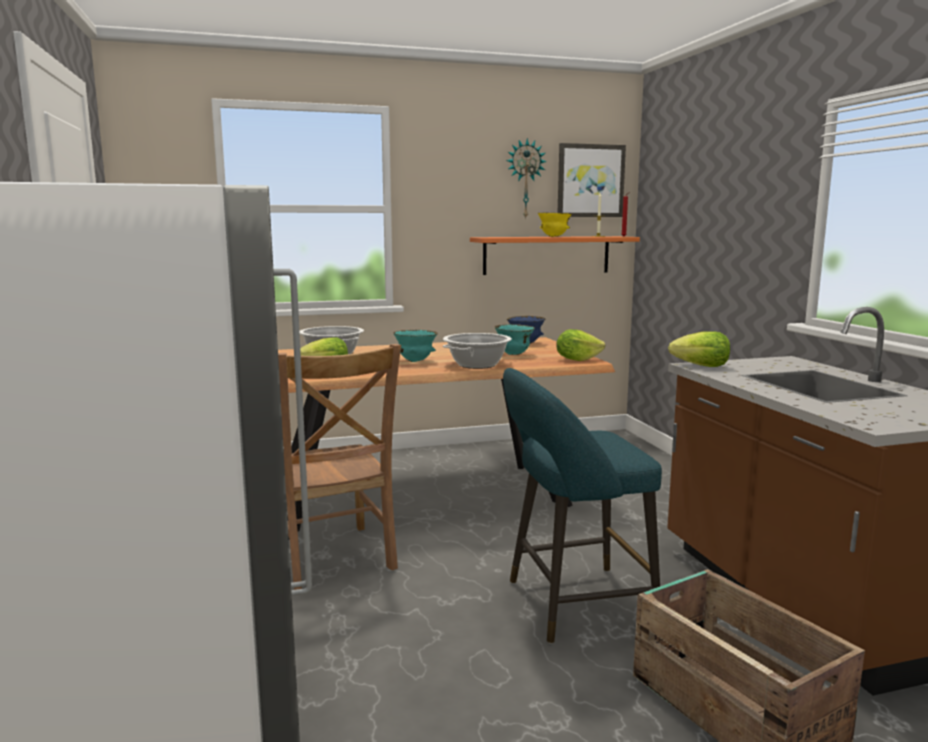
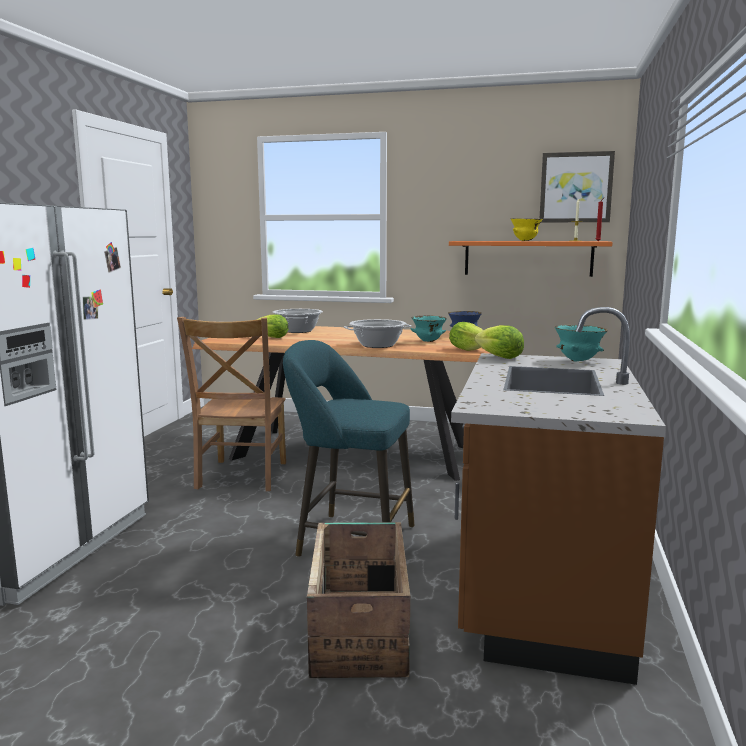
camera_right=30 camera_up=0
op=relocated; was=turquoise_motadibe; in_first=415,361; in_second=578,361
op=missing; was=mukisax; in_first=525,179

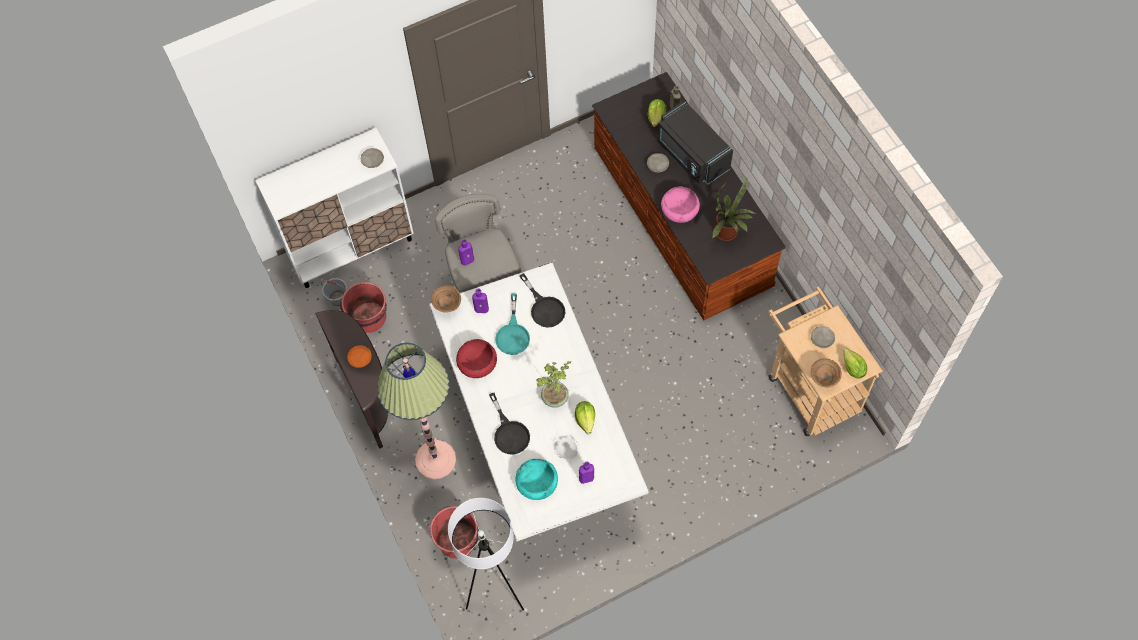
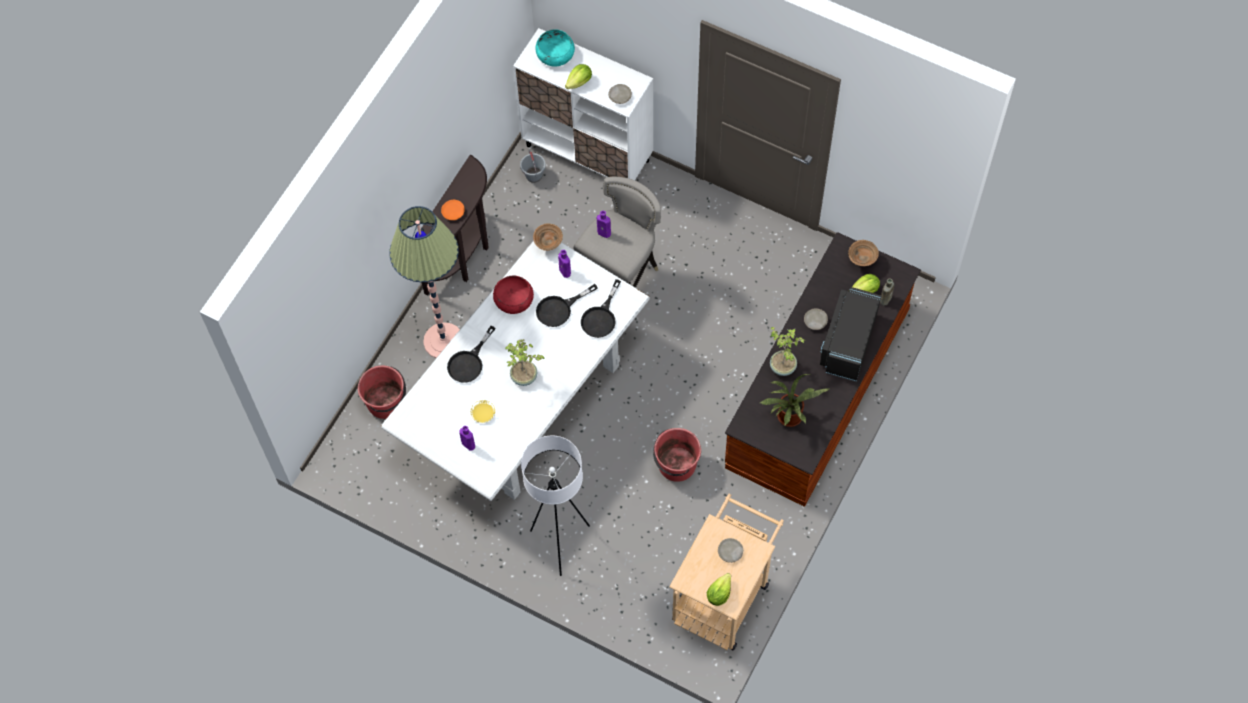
camera_right=55 camera_up=0
op=colour; was=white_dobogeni; now=yellow_dobogeni; in_first=567,450; in_second=483,414
op=relocated; was=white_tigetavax; in_first=495,591; in_second=561,543
op=relocated; was=turquoise_motadibe; in_first=537,482; in_second=555,54
op=colour; was=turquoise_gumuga; now=black_gumuga; in_first=513,334; in_second=559,309
op=relocated; was=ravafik; in_first=585,419; in_second=579,82
op=relocated; was=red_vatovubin; in_first=368,318; in_second=676,465
op=exchanged; was=pink_motadibe; now=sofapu; in_first=680,210; in_second=783,366
op=relocated; was=brown_motadibe; in_first=823,380; in_second=862,261

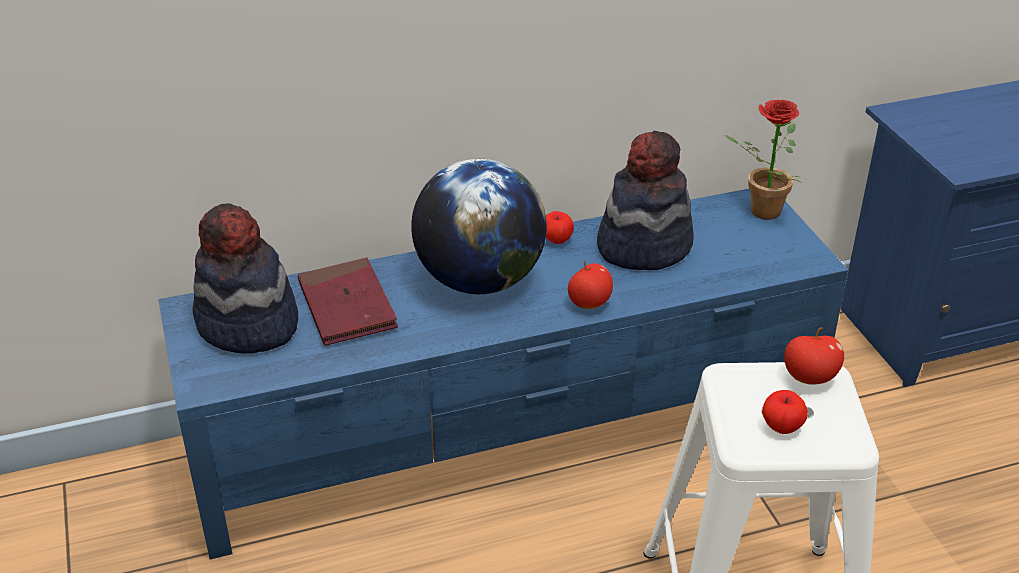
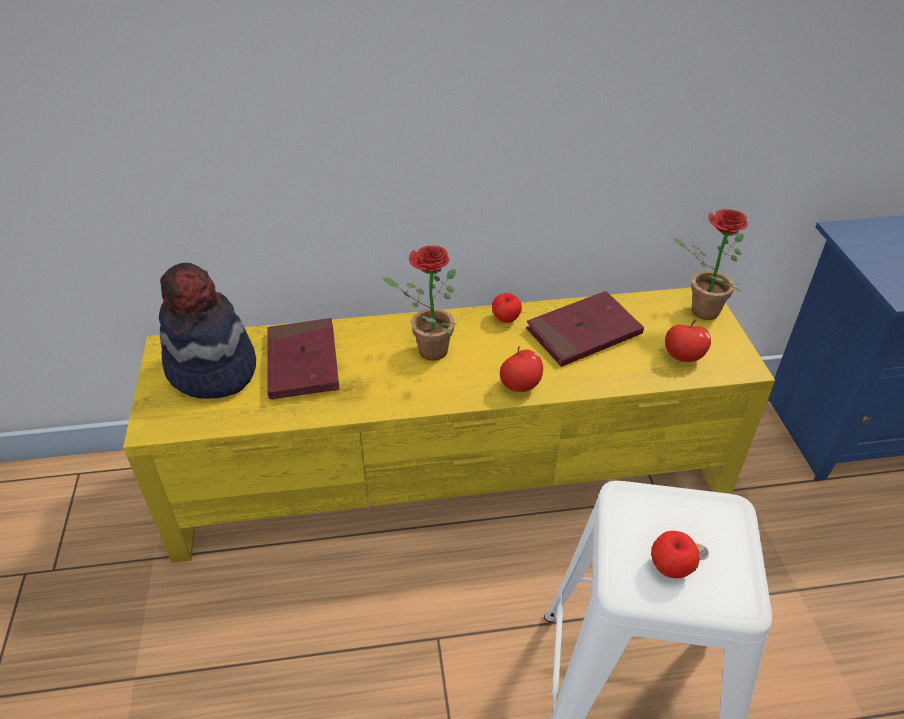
camera_right=10 camera_up=5
op=colour; was=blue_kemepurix; now=yellow_kemepurix; in_first=512,428; in_second=454,474
op=exchanged; was=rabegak; now=sofapu; in_first=479,281; in_second=426,351
op=exchanged; was=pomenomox; now=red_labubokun; in_first=643,245; in_second=583,333
op=relocated; was=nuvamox; in_first=809,378; in_second=683,357

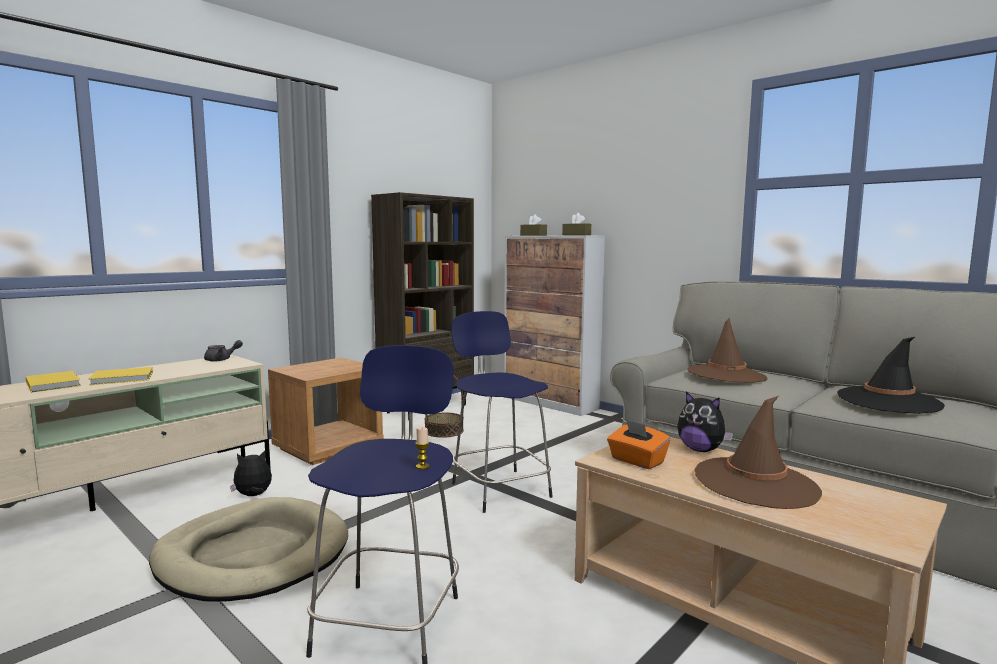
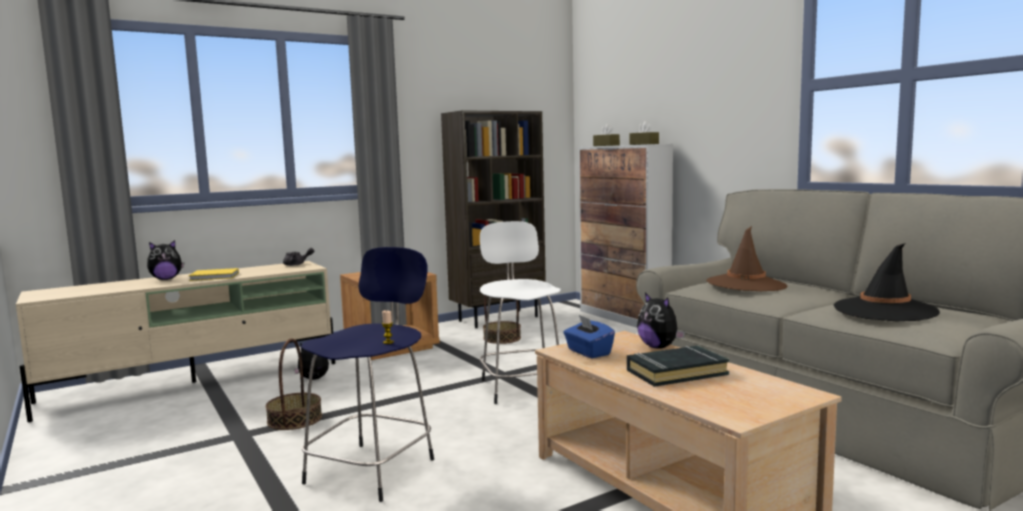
camera_right=15 camera_up=0
op=exchanged; was=yellow_labubokun; now=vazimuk; in_first=54,384; in_second=166,279
op=exchanged; was=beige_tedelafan; now=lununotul; in_first=253,555; in_second=294,419
op=colour; was=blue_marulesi; now=white_marulesi; in_first=499,488; in_second=521,387
op=colour; was=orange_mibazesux; now=blue_mibazesux; in_first=637,461; in_second=588,352
op=exchanged; was=brown_pomenomox; now=black_labubokun; in_first=756,483; in_second=676,372

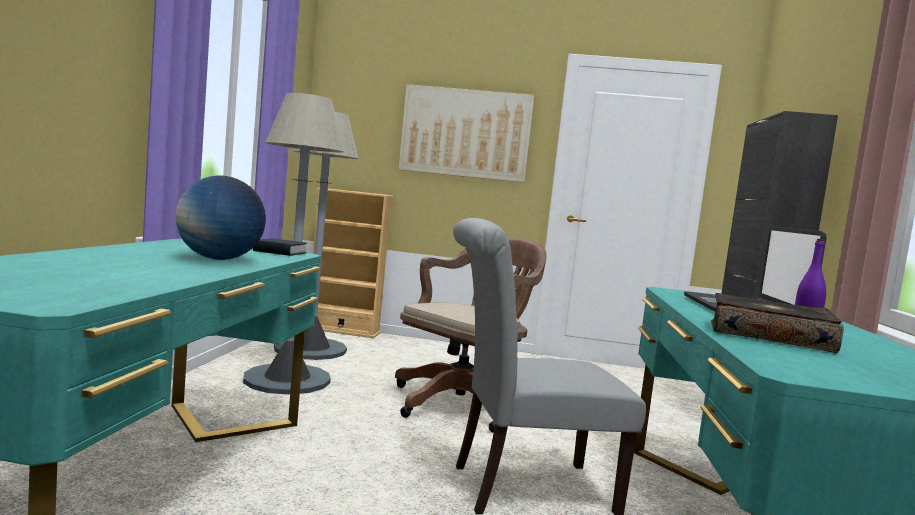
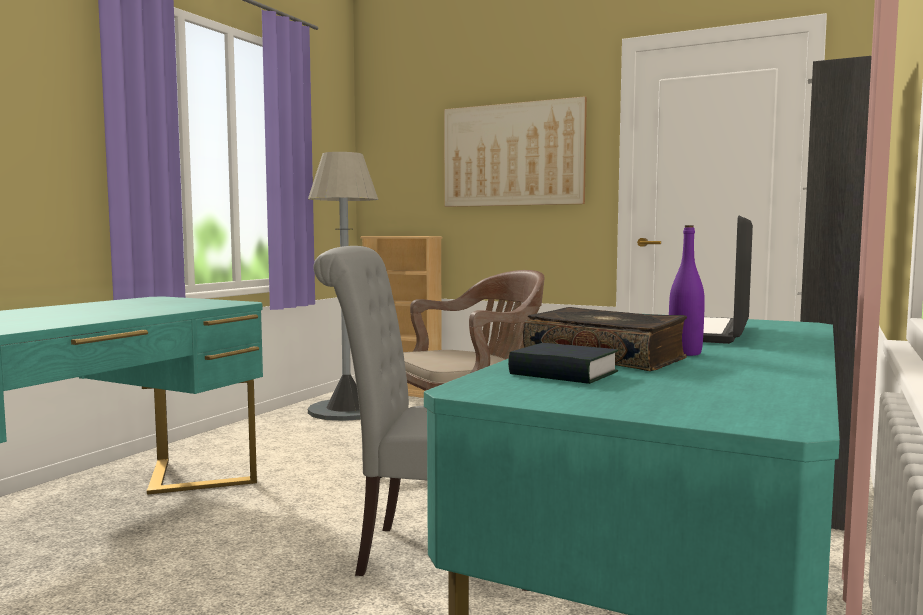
camera_right=20 camera_up=0
op=relocated; was=labubokun; in_first=279,252; in_second=563,374
op=missing; was=rabegak; in_first=219,259
op=missing; was=grey_tigetavax; in_first=287,379

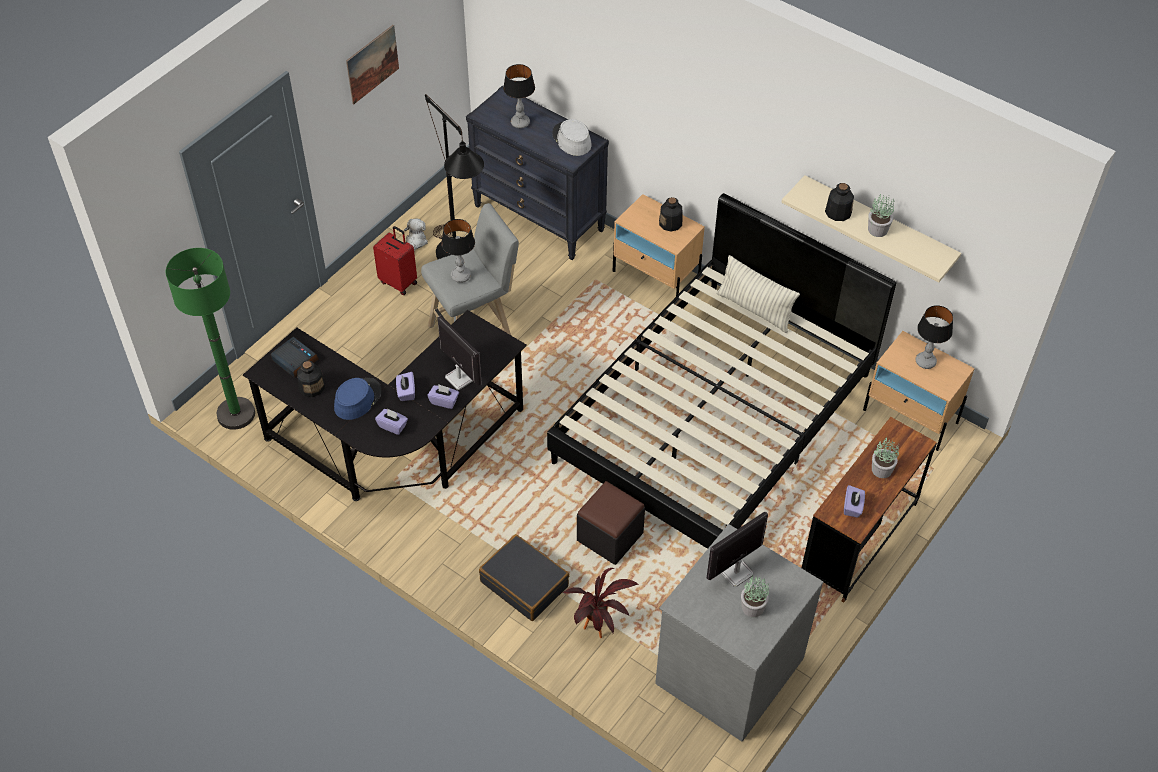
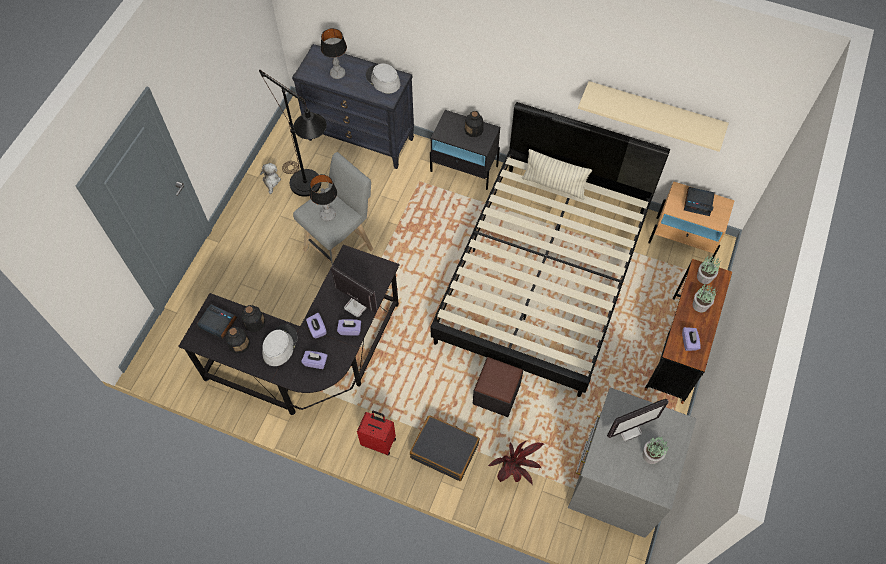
camera_right=-15 camera_up=10
op=relocated; was=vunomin; in_first=837,212; in_second=254,322
op=colour; was=blue_pomenomox; now=grey_pomenomox; in_first=357,399; in_second=279,345
op=relocated; was=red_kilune; in_first=399,282; in_second=379,441
op=colour; was=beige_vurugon; now=black_vurugon; in_first=656,277; in_second=464,169
op=spun; was=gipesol; in_first=735,572; in_second=628,428; clockwise=-150
op=exchanged; was=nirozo; now=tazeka; in_first=926,361; in_second=698,203
op=relocated; was=sofapu; in_first=878,229; in_second=704,277
op=missing; was=green_tigetavax; in_first=236,414
op=missing; was=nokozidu; in_first=372,64

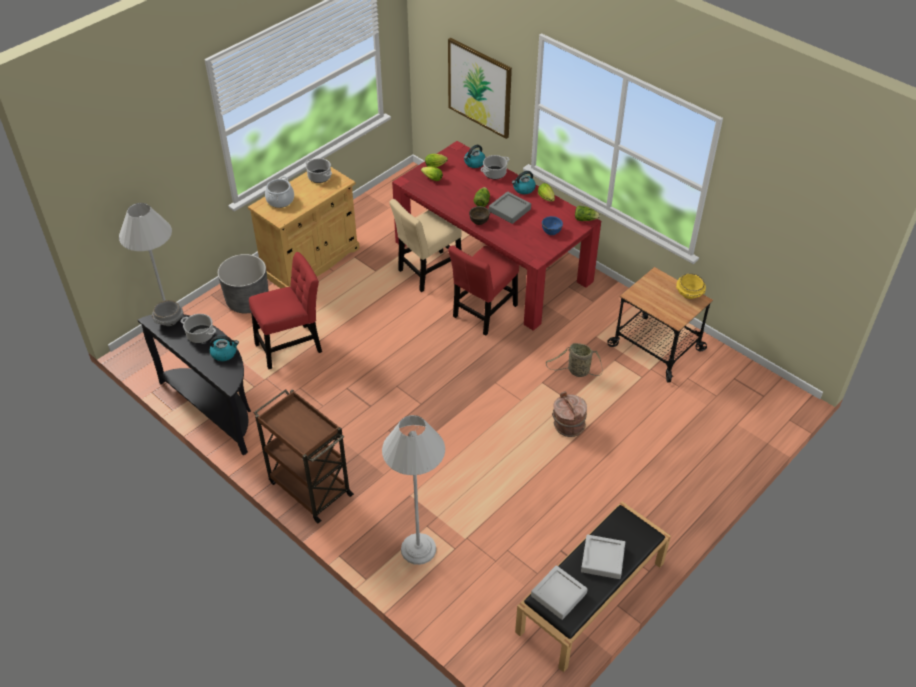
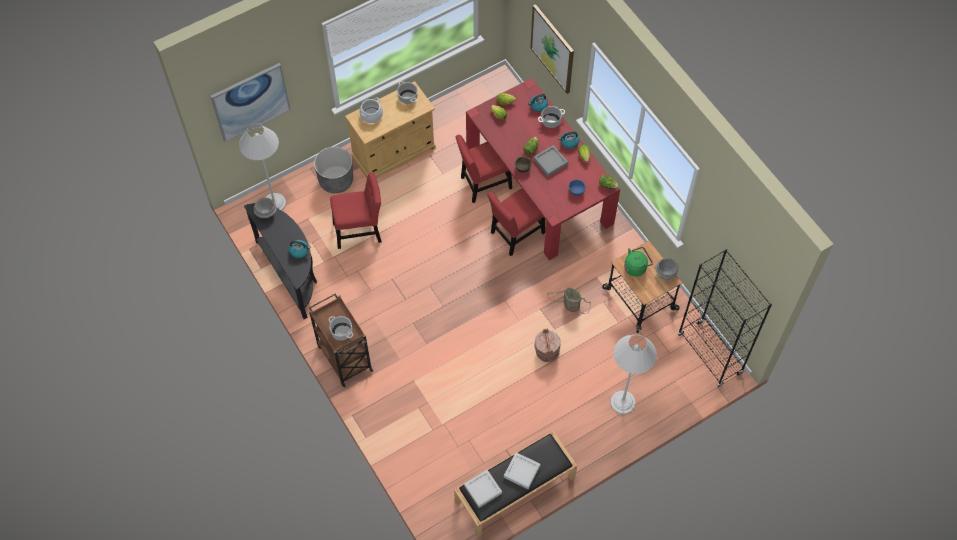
camera_right=15 camera_up=15
op=appeared; now=nokozidu; in_second=251,101
op=relocated; was=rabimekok; in_first=201,335; in_second=342,331
op=colour; was=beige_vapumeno; now=red_vapumeno; in_first=427,272; in_second=483,184
op=relocated; was=white_tigetavax; in_first=418,549; in_second=622,402
op=appeared; now=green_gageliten; in_second=636,267
op=colour; was=yellow_motadibe; now=grey_motadibe; in_first=689,293; in_second=666,272
op=appeared; now=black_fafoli; in_second=709,354

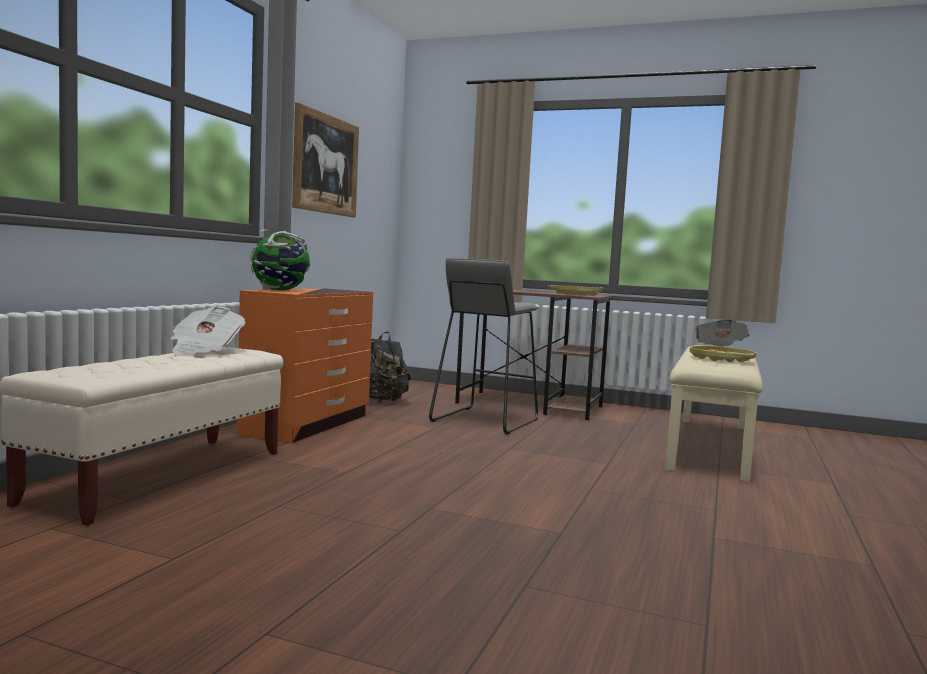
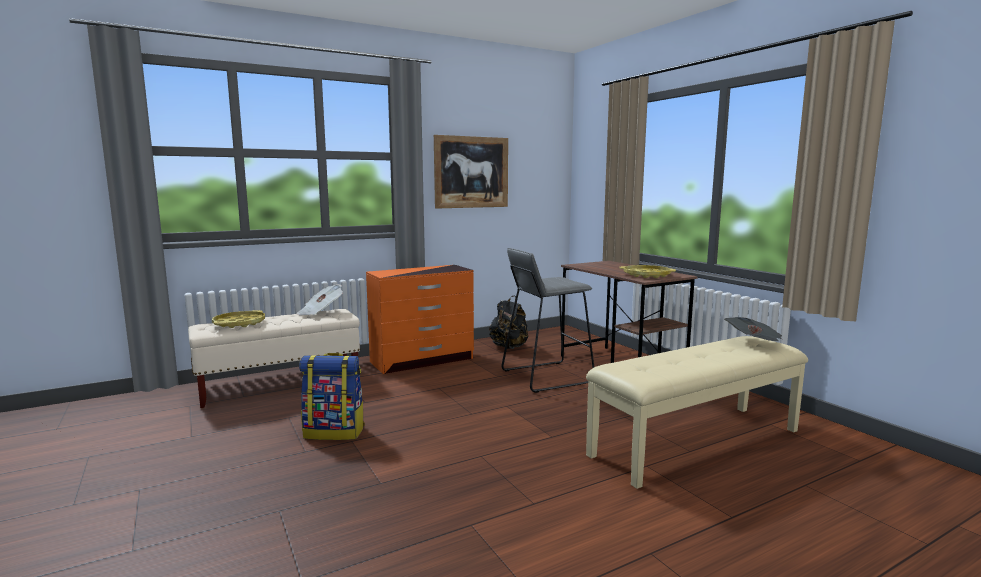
camera_right=40 camera_up=5
op=relocated; was=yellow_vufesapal; in_first=721,359; in_second=239,323
op=appeared; now=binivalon; in_second=335,432
op=missing; was=rabegak; in_first=280,290

